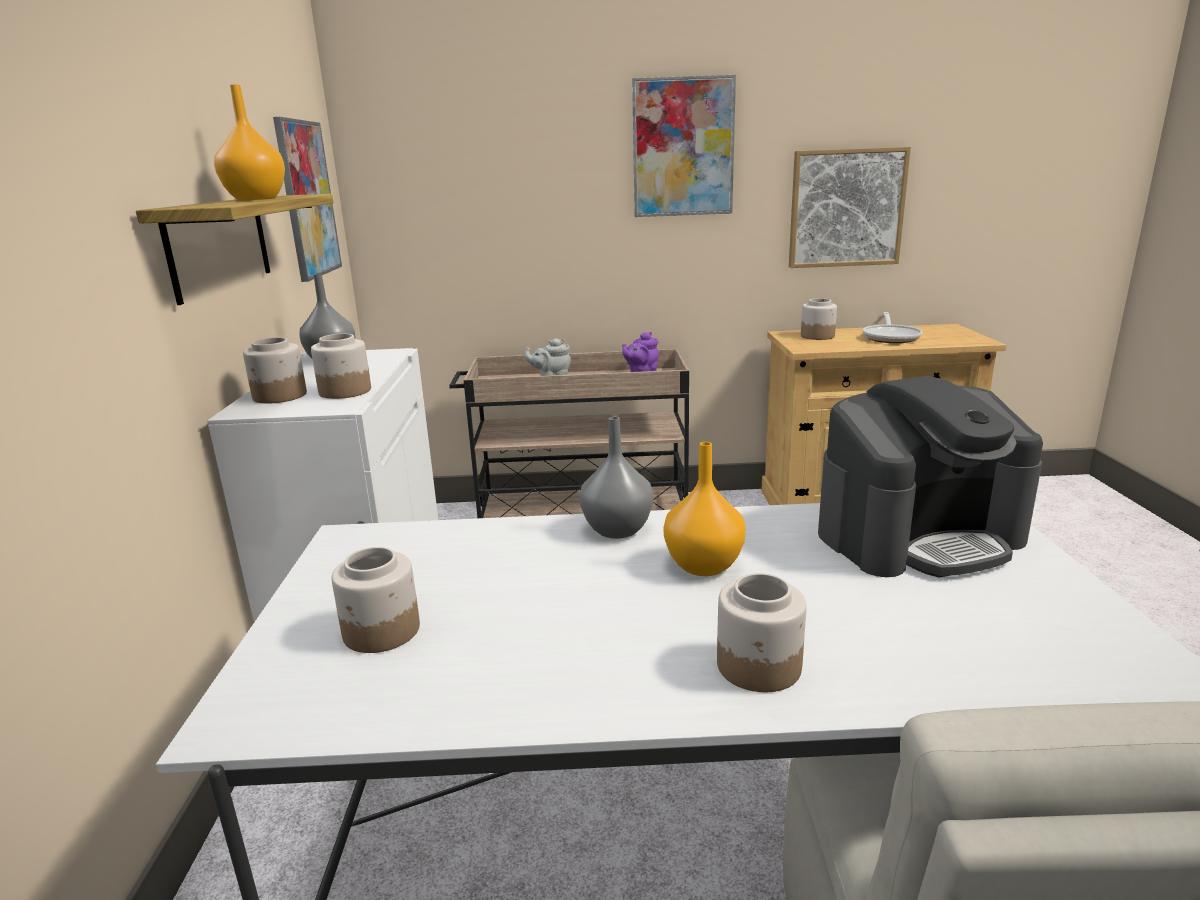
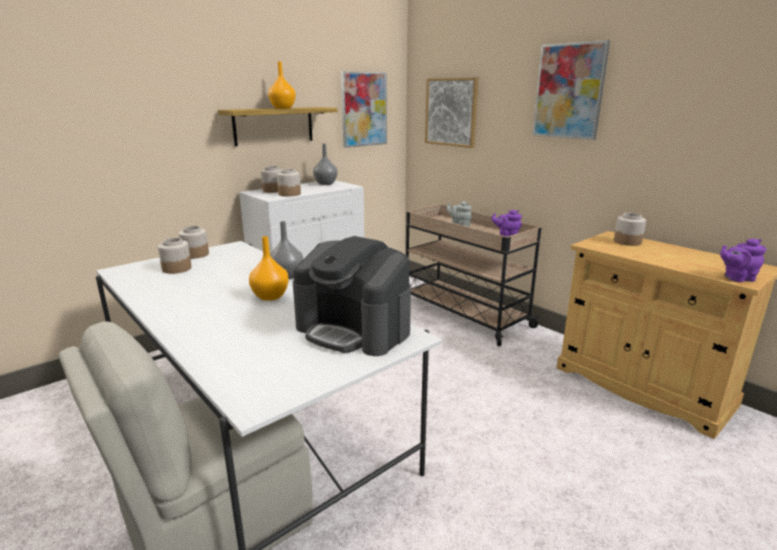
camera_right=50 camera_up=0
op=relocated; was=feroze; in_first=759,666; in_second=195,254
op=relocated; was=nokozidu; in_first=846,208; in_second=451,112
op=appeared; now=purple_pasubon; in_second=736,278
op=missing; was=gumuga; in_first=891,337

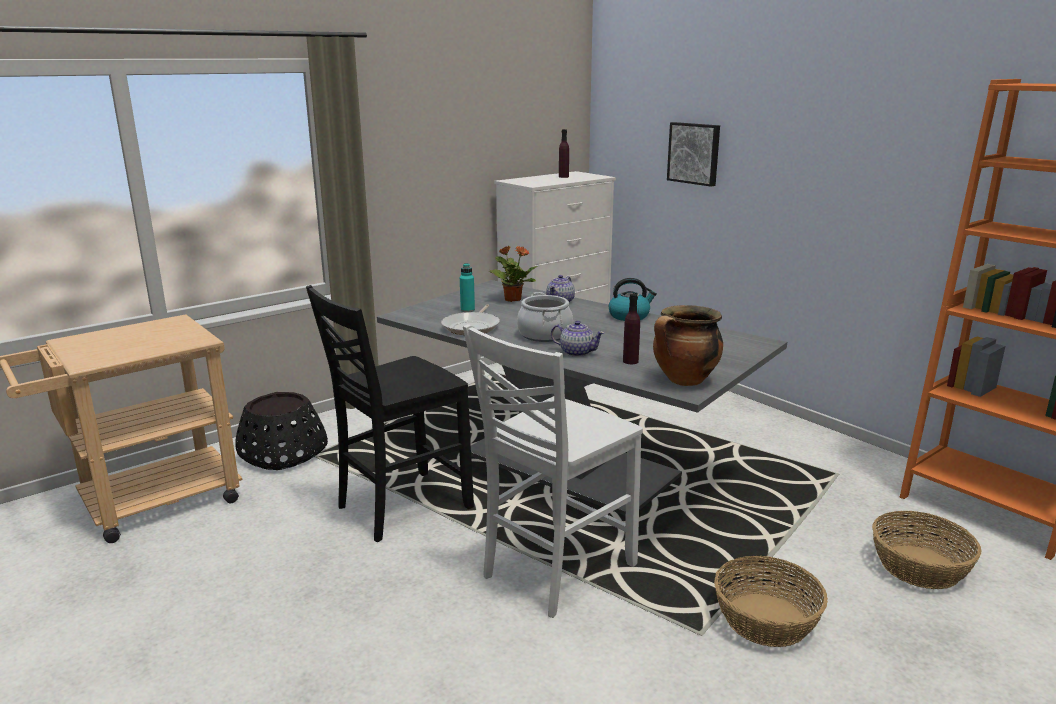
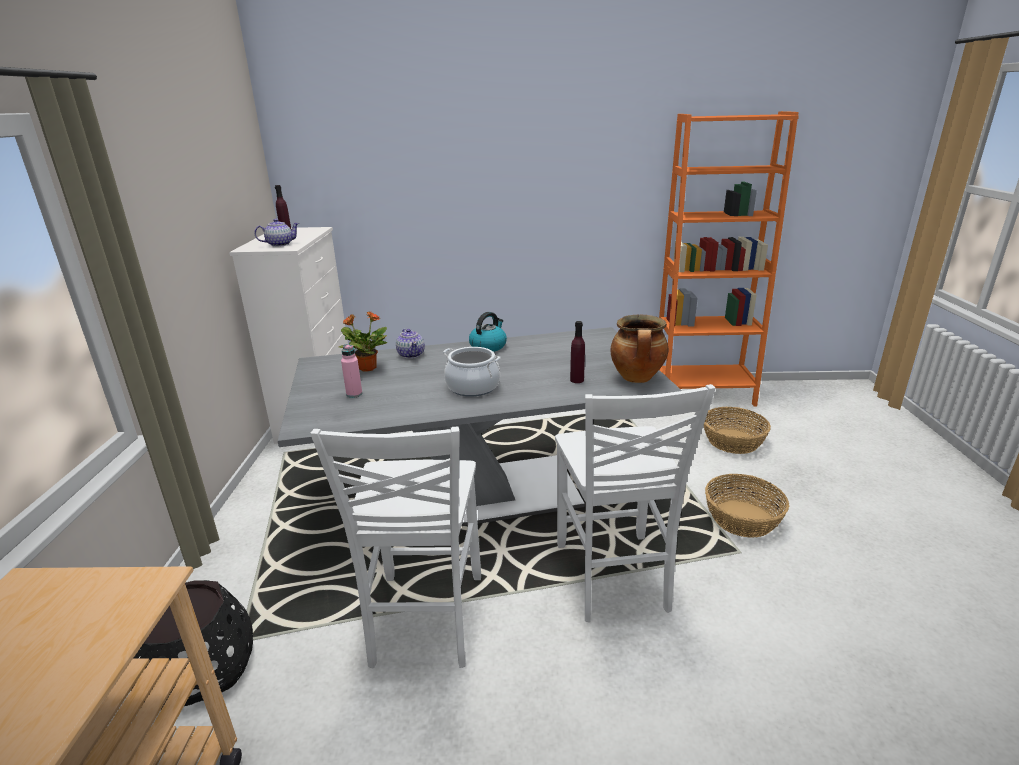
camera_right=-50 camera_up=5
op=relocated; was=pasubon; in_first=576,352; in_second=279,244
op=colour; was=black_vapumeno; now=white_vapumeno; in_first=401,507; in_second=424,621
op=colour; was=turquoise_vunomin; now=pink_vunomin; in_first=467,310; in_second=354,394
op=missing; was=gumuga; in_first=472,327
op=missing; was=nokozidu; in_first=694,153

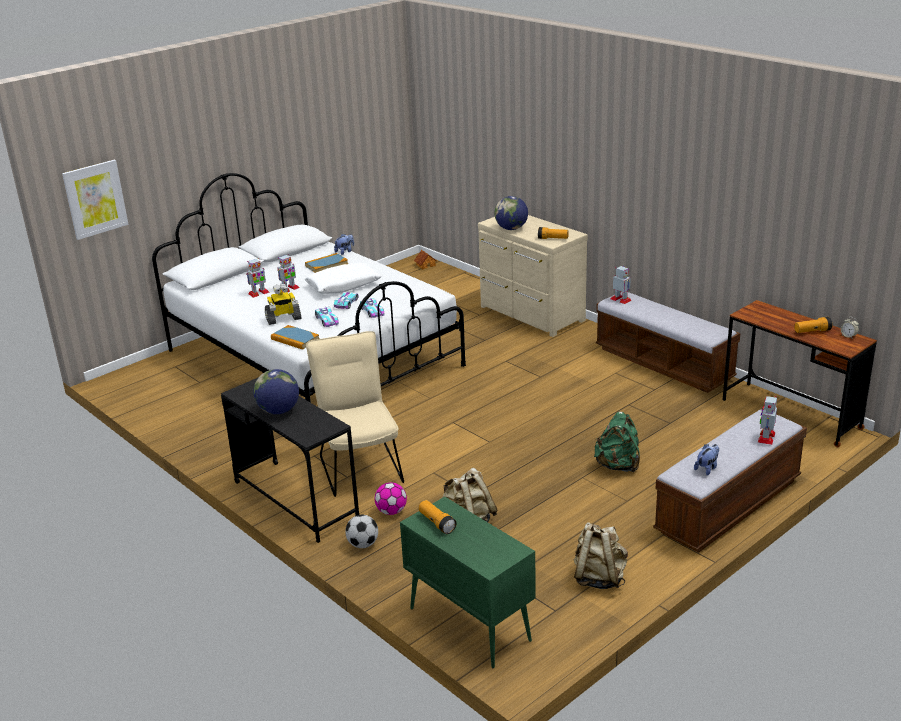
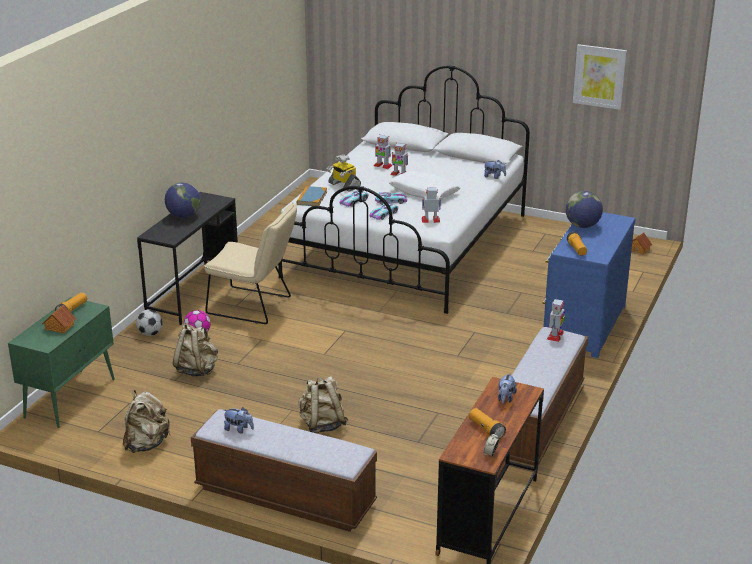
camera_right=65 camera_up=0
op=appeared; now=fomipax; in_second=59,327
op=spun; was=beige_vapumeno; in_first=359,465; in_second=254,306; clockwise=60
op=colour; was=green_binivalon; now=beige_binivalon; in_first=618,465; in_second=322,425
op=relocated; was=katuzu; in_first=766,437; in_second=431,220
op=appeared; now=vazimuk; in_second=505,398
op=colour; was=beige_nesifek; now=blue_nesifek; in_first=530,315; in_second=582,325
op=relocated; was=nokozidu; in_first=95,199; in_second=599,76
op=missing; was=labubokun; in_first=326,265

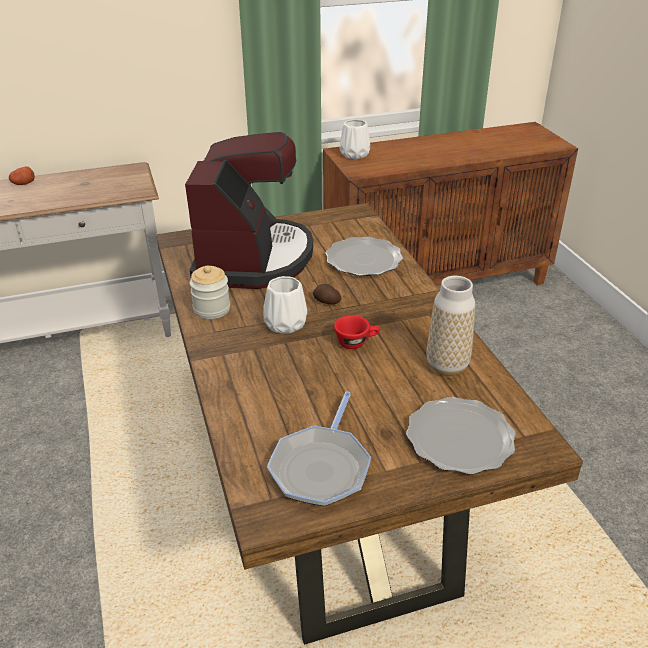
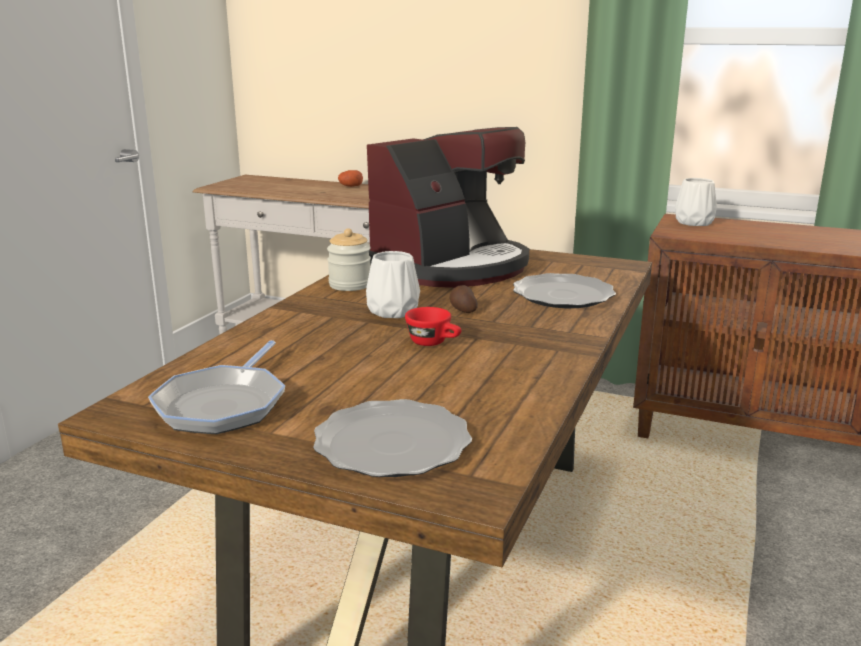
camera_right=40 camera_up=-15
op=spun; was=gumuga; in_first=321,467; in_second=224,405; clockwise=-45
op=missing; was=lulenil; in_first=447,366

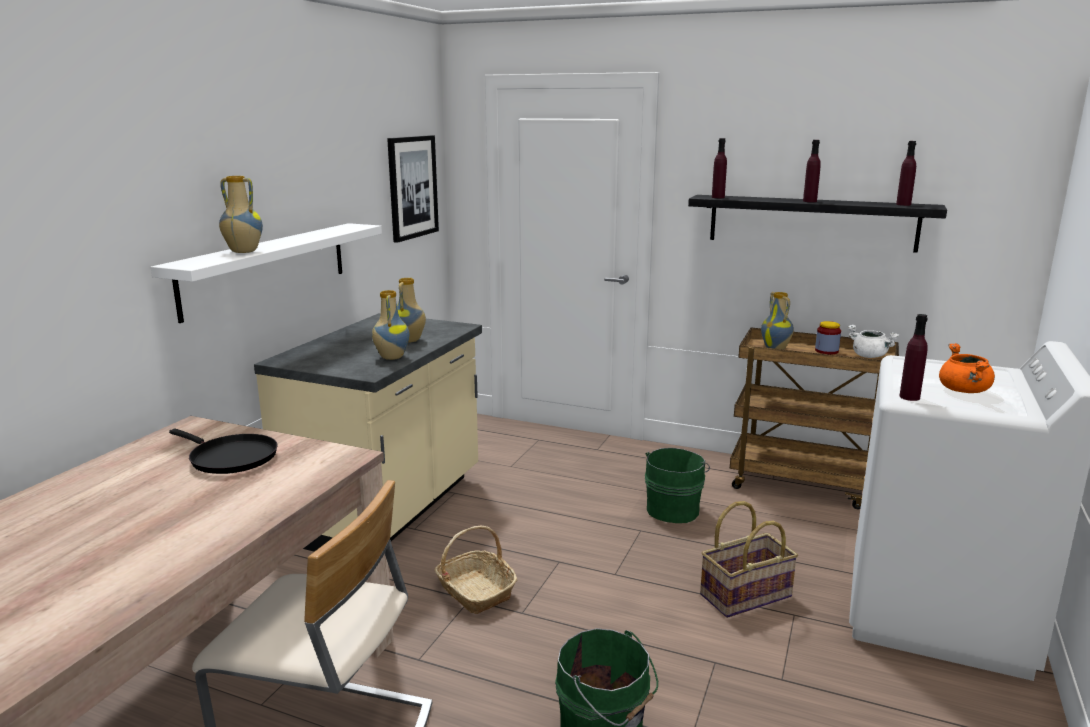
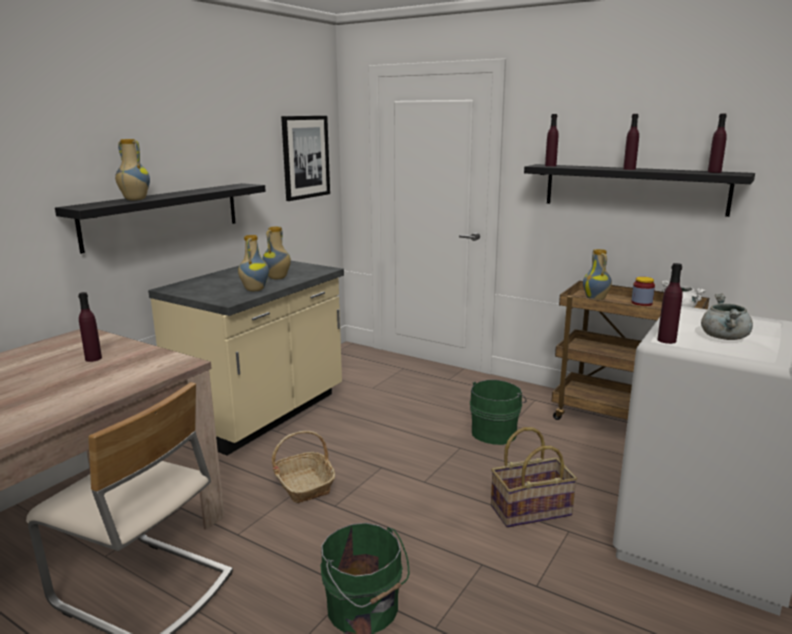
camera_right=10 camera_up=0
op=colour; was=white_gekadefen; now=black_gekadefen; in_first=267,268; in_second=163,215
op=exchanged; was=black_gumuga; now=purple_vunomin; in_first=230,458; in_second=93,358
op=colour; was=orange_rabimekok; now=grey_rabimekok; in_first=964,391; in_second=724,338

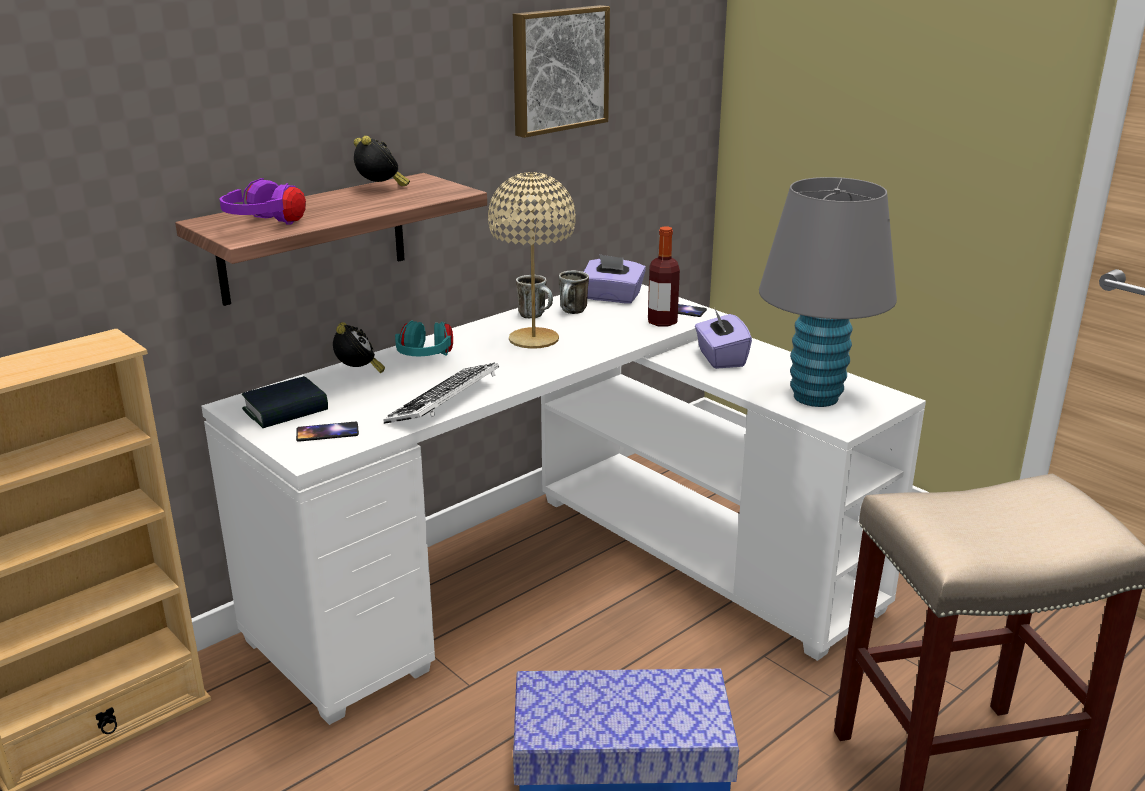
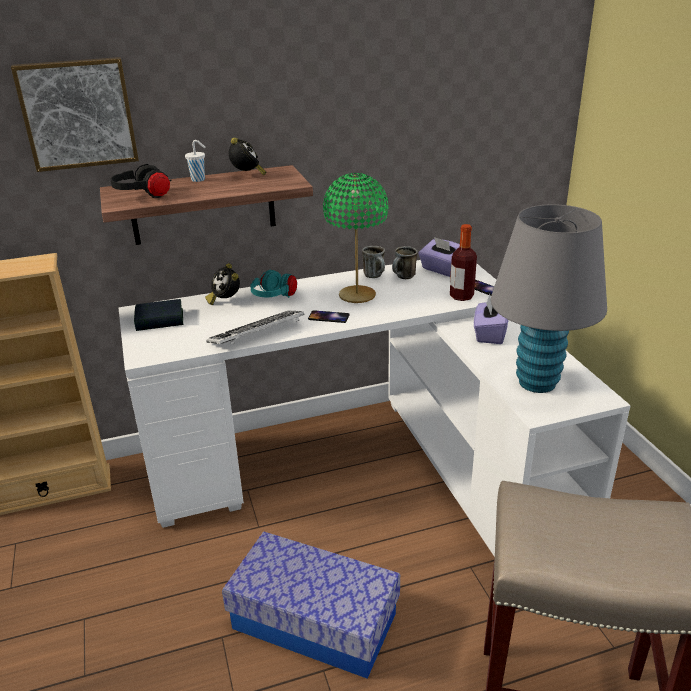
camera_right=25 camera_up=5
op=relocated; was=nokozidu; in_first=558,69; in_second=78,113
op=colour; was=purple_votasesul; now=black_votasesul; in_first=265,225; in_second=143,196
op=appeared; now=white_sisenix; in_second=199,180
op=spun; was=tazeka; in_first=358,372; in_second=225,300; clockwise=135
op=relocated; was=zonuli; in_first=327,432; in_second=328,317
op=colour; was=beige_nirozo; now=green_nirozo; in_first=533,340; in_second=356,296

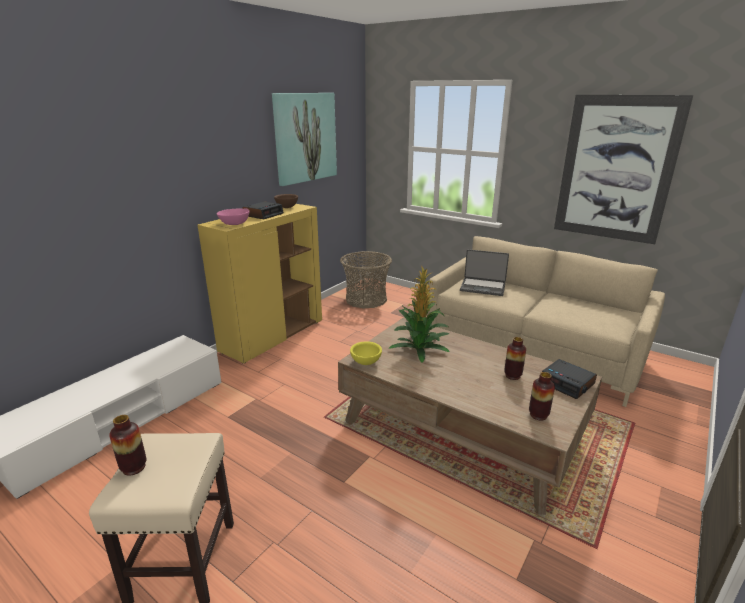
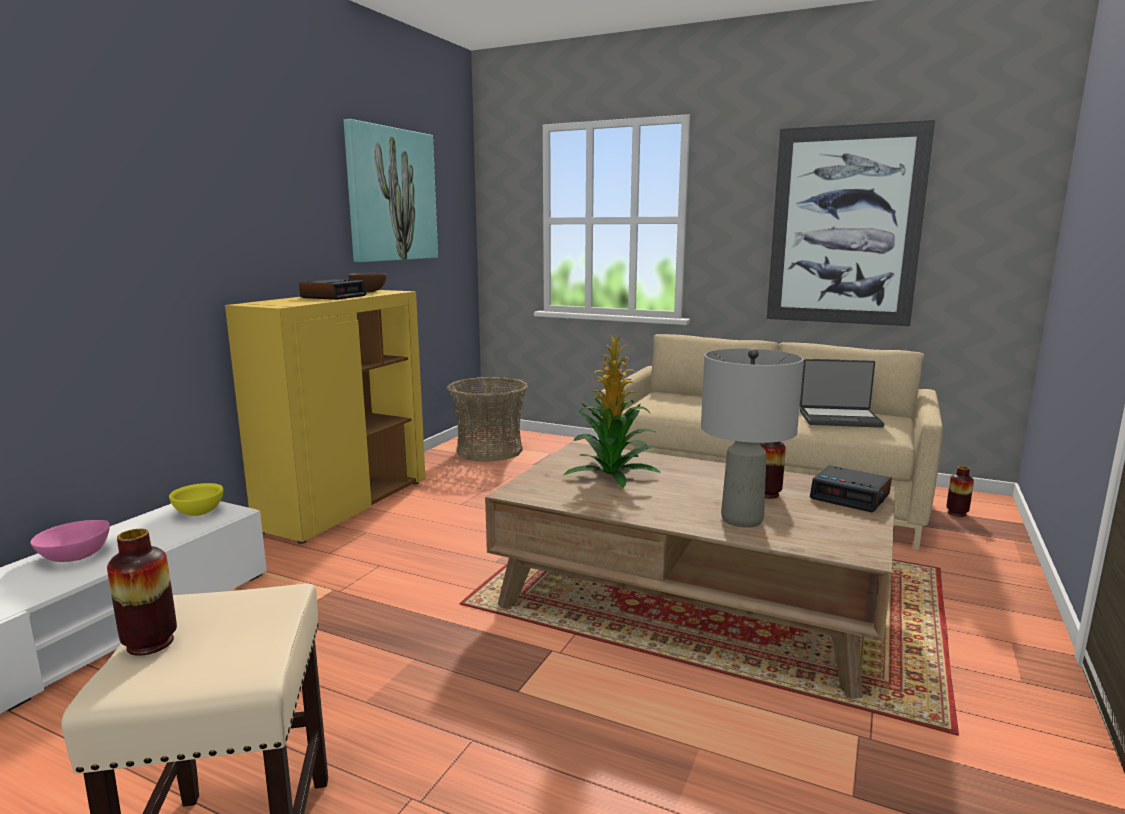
camera_right=-10 camera_up=-10
op=relocated; was=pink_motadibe; in_first=234,223; in_second=75,556
op=relocated; was=yellow_motadibe; in_first=366,362; in_second=199,513
op=appeared; now=grey_nirozo; in_second=741,520
op=relocated; was=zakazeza; in_first=483,287; in_second=839,419
op=relocated; was=lulenil; in_first=538,415; in_second=957,513

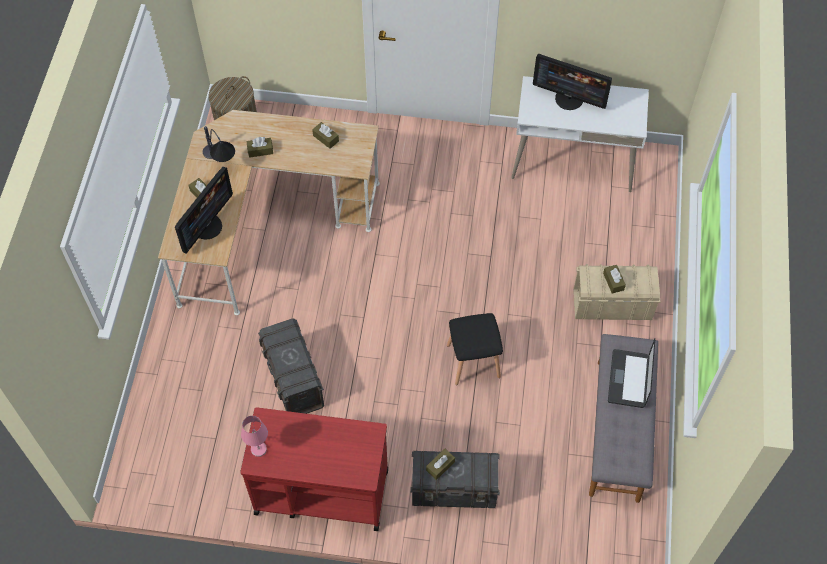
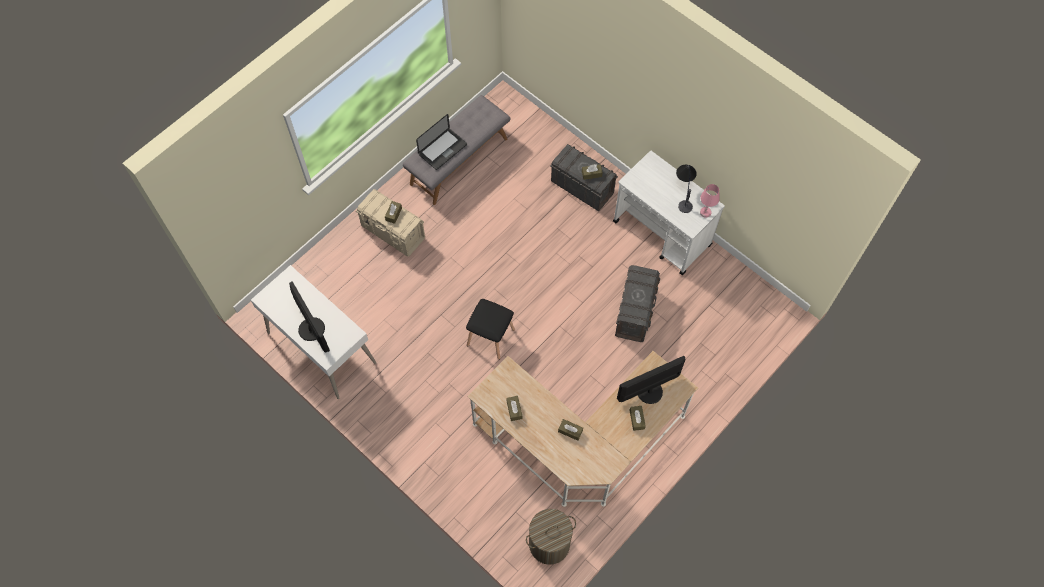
camera_right=-145 camera_up=5
op=relocated; was=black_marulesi; in_first=474,361; in_second=490,336
op=colour; was=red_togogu; now=white_togogu; in_first=320,491; in_second=662,234
op=relocated; was=nirozo; in_first=221,163; in_second=683,194

